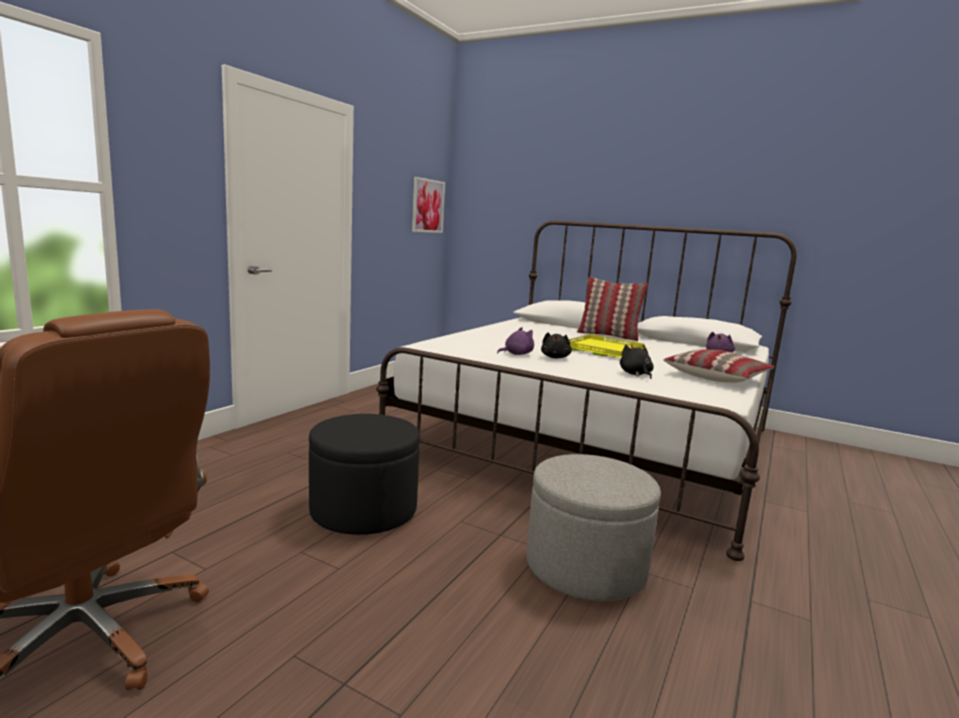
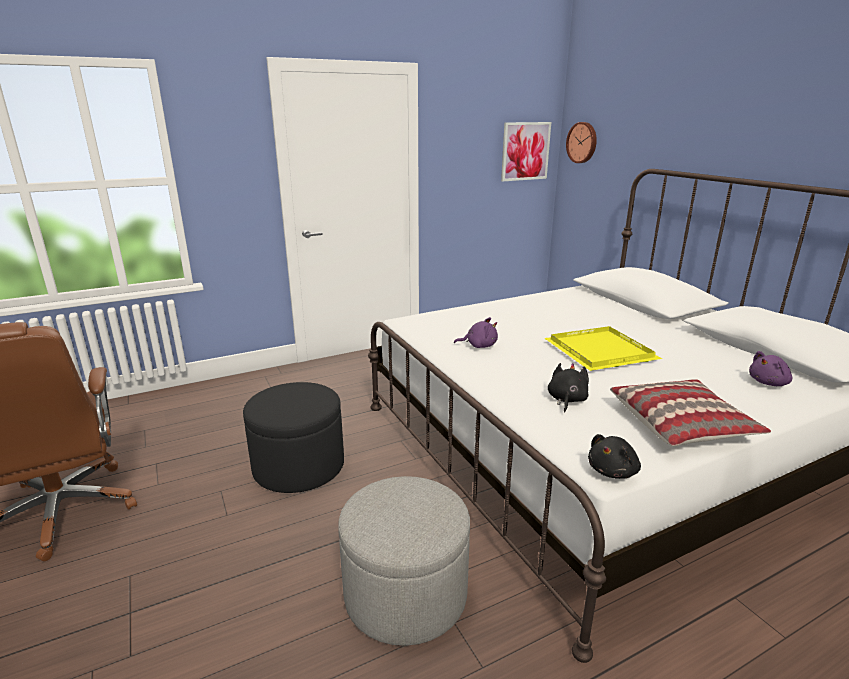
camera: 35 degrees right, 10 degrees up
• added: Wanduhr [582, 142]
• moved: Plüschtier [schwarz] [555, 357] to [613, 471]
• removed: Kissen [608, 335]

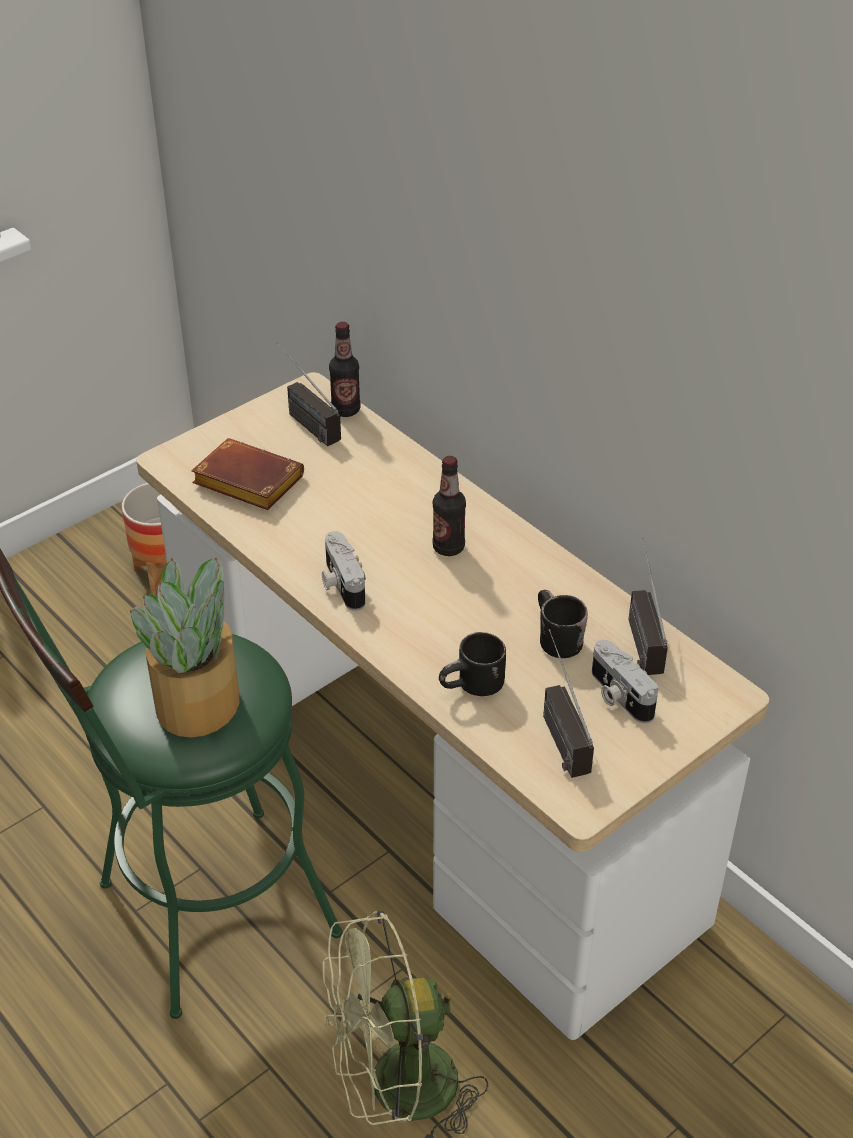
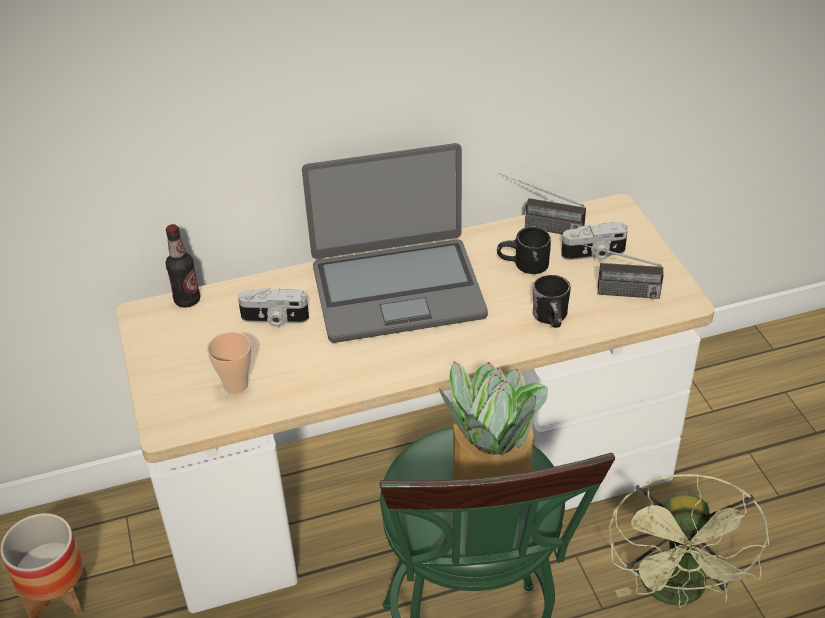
camera: 65 degrees left, 0 degrees up
• replaced: Buch [braun] [244, 482] to Tasse [236, 385]
• moved: Kamera [341, 584] to [274, 319]
• replaced: Flasche [448, 547] to Laptop [397, 290]
• removed: Radio [302, 419]

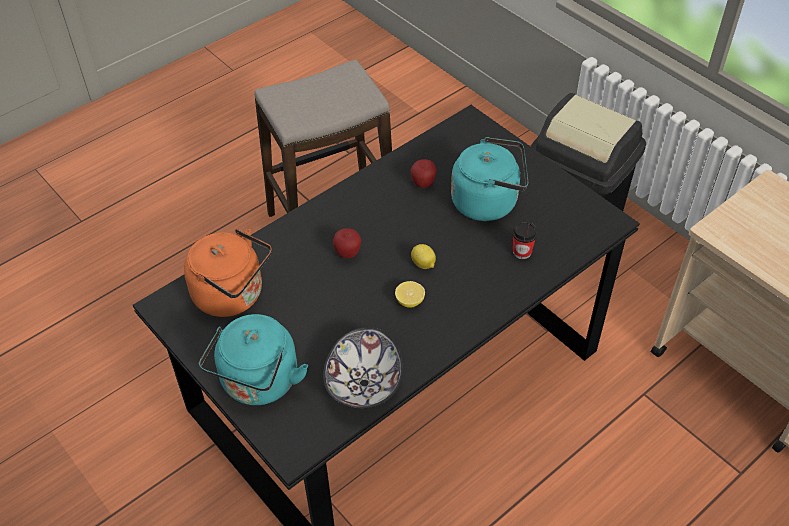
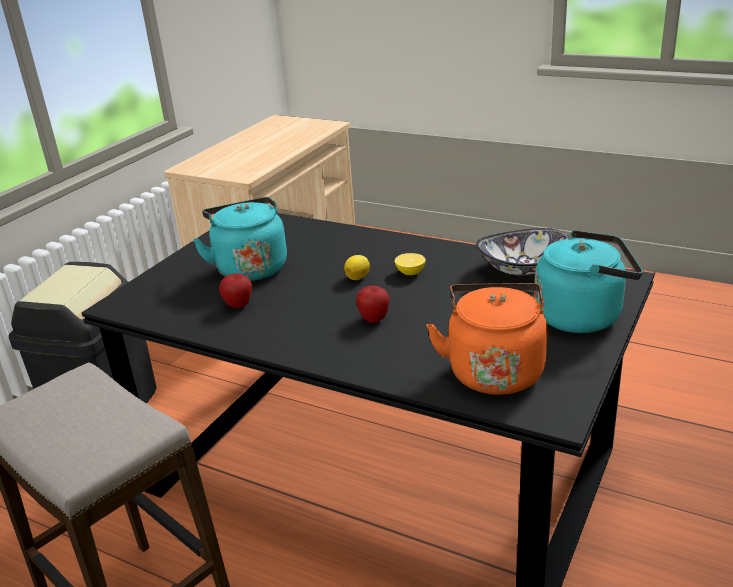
camera: 110 degrees left, 20 degrees down
• removed: Tasse [522, 252]

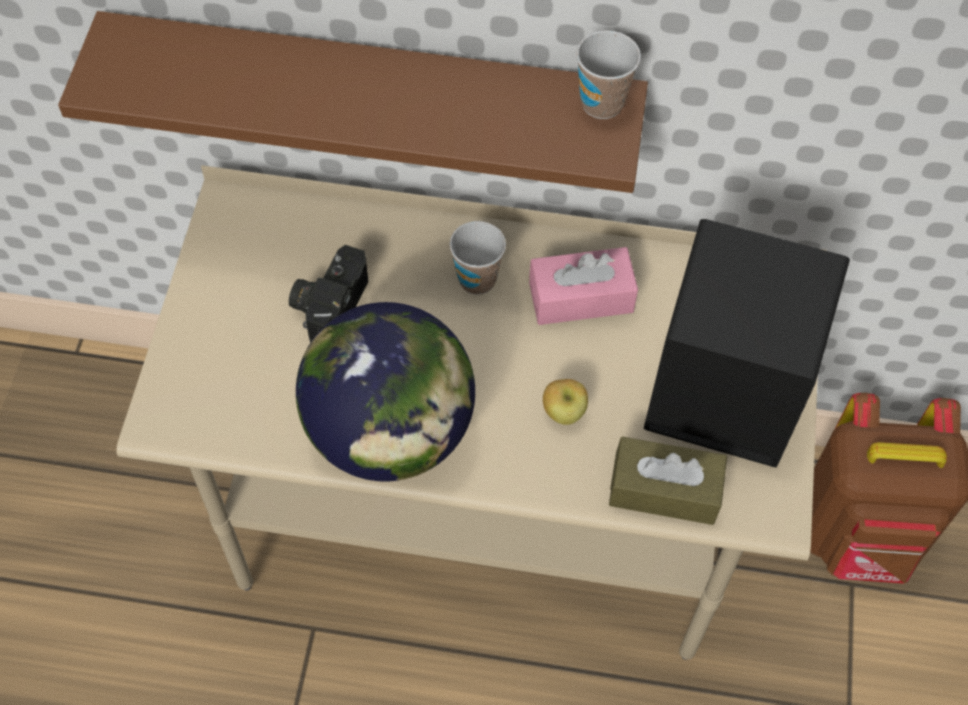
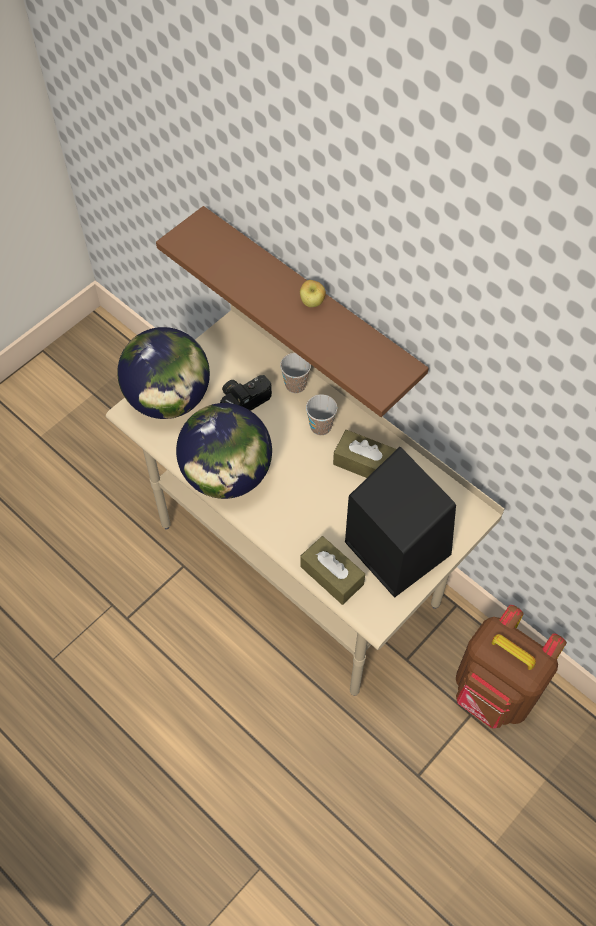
camera: 35 degrees right, 0 degrees up
• added: Globus [168, 399]
• moved: Tasse [602, 103] to [295, 385]
• moved: Apfel [564, 412] to [312, 302]
• recoloured: Taschentuchbox [rosa] [581, 297] to Taschentuchbox [braun] [364, 463]

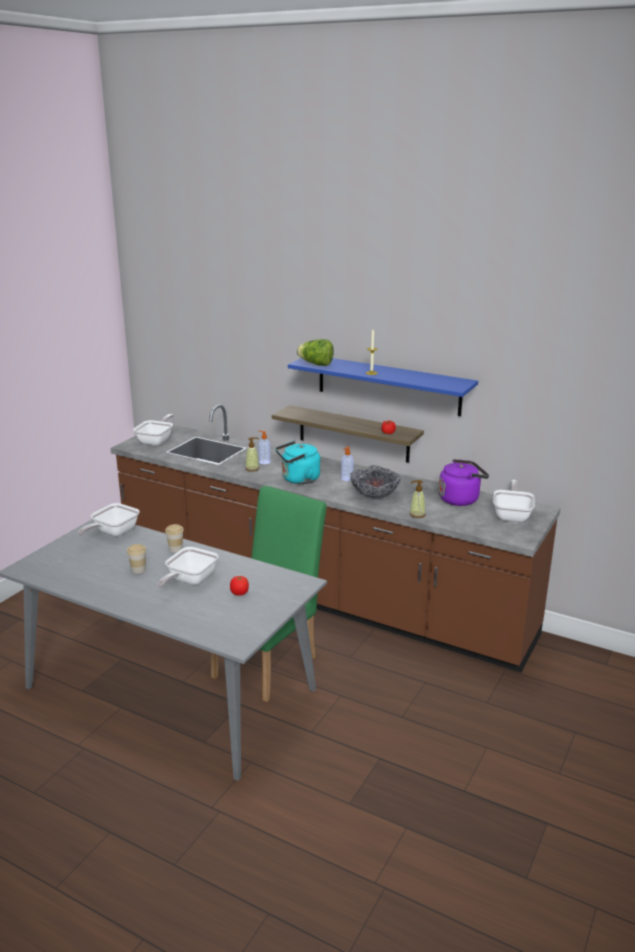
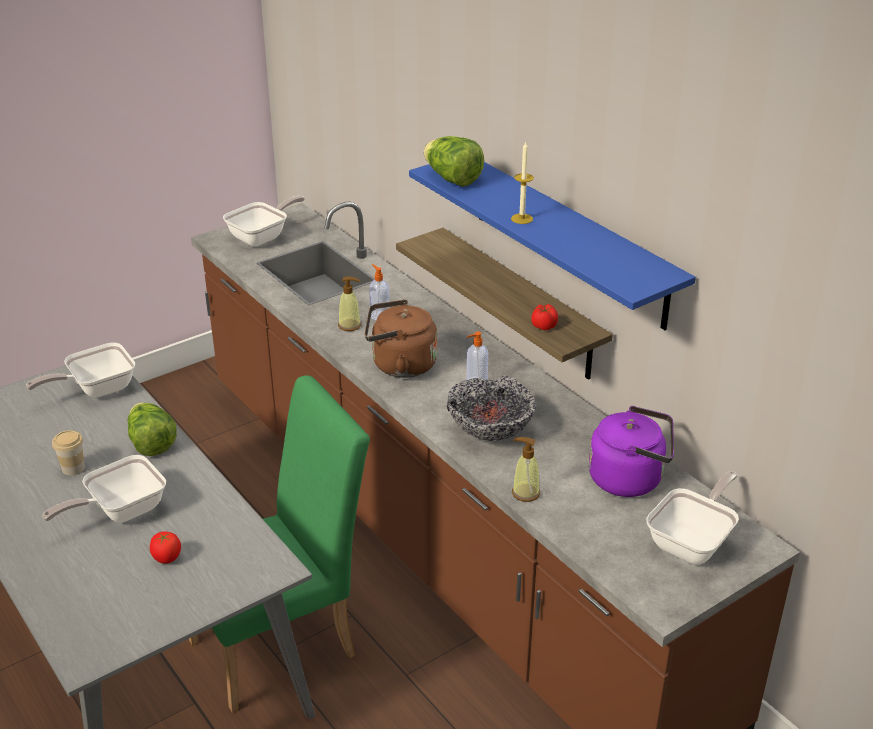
camera: 25 degrees right, 10 degrees up
• replaced: Tasse [175, 549] to Salatkopf [151, 444]
• recoloured: Wasserkessel [türkis] [298, 479] to Wasserkessel [braun] [399, 365]

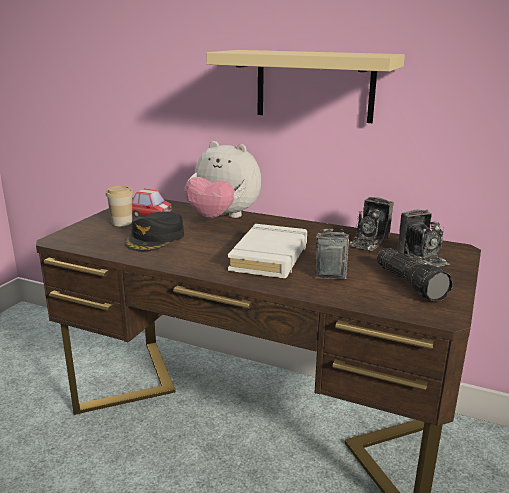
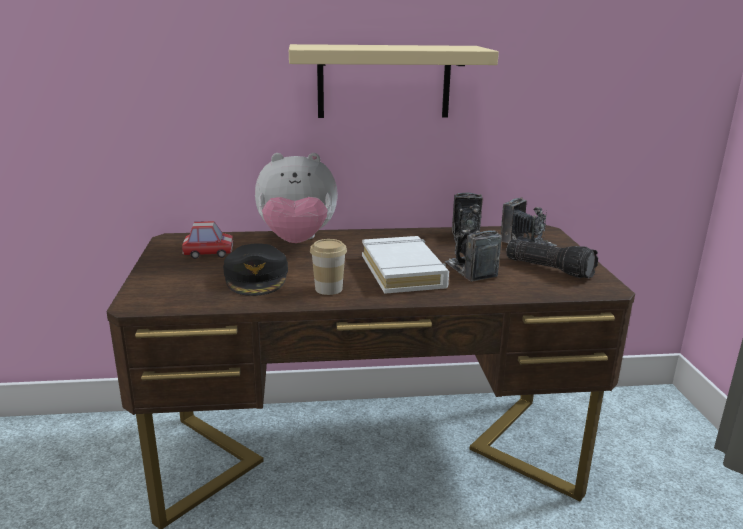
camera: 30 degrees left, 0 degrees up
• moved: Tasse [122, 223] to [328, 289]

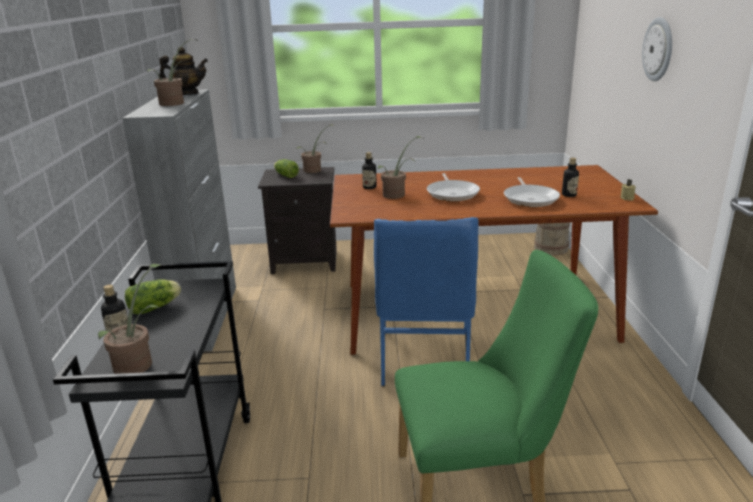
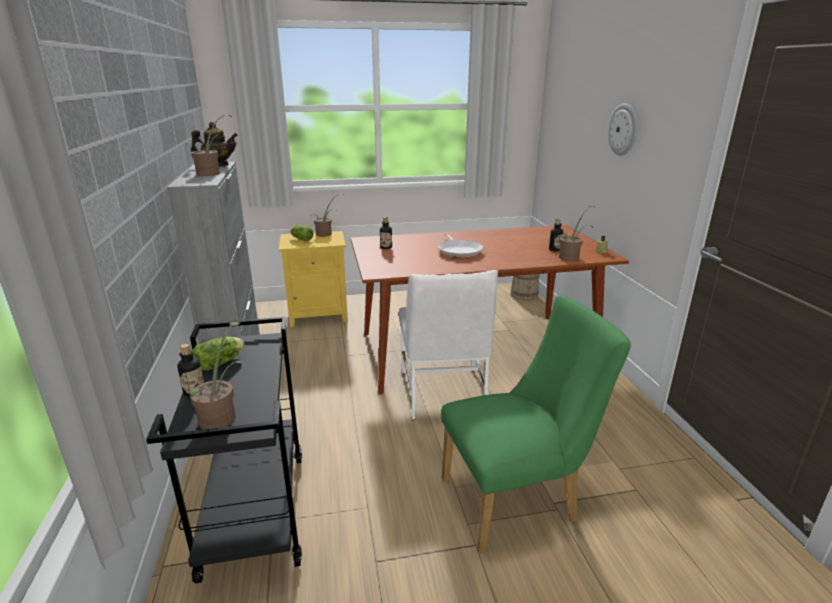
camera: 10 degrees left, 0 degrees up
• recoloured: Nachttisch [schwarz] [306, 261] to Nachttisch [gelb] [319, 314]
• recoloured: Stuhl [blau] [424, 358] to Stuhl [weiß] [443, 393]
• moved: Topfpflanze [397, 194] to [571, 257]
• removed: Pfanne [530, 198]

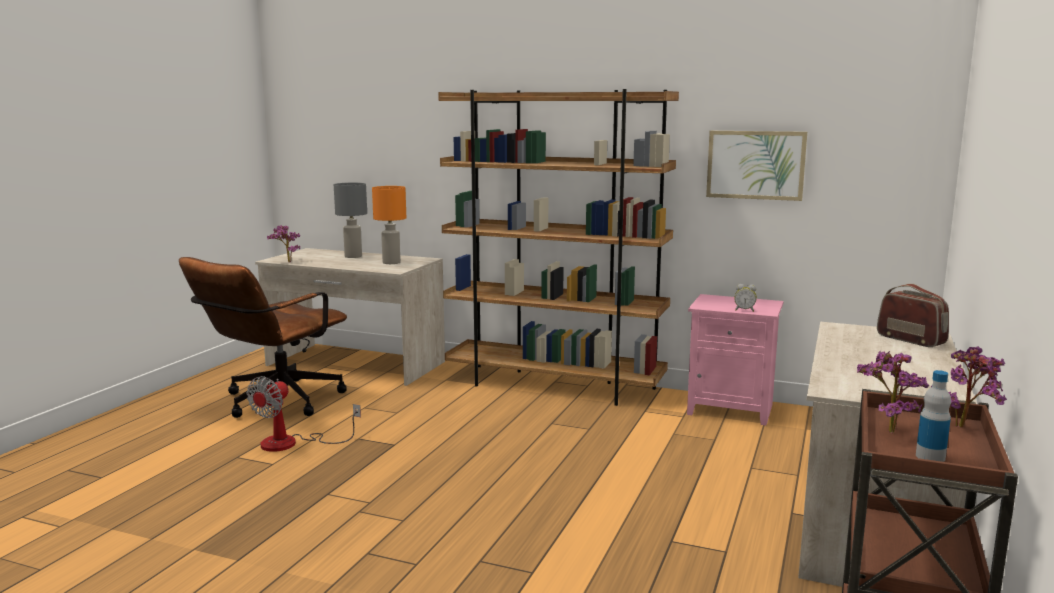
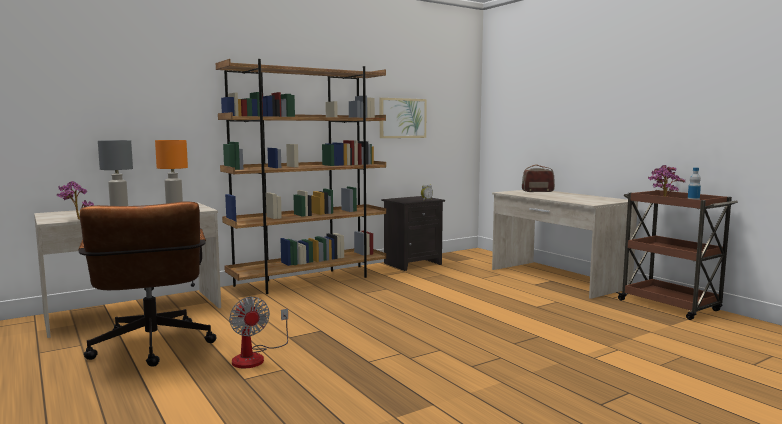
camera: 55 degrees left, 5 degrees down
• recoloured: Nachttisch [rosa] [732, 409] to Nachttisch [schwarz] [412, 263]

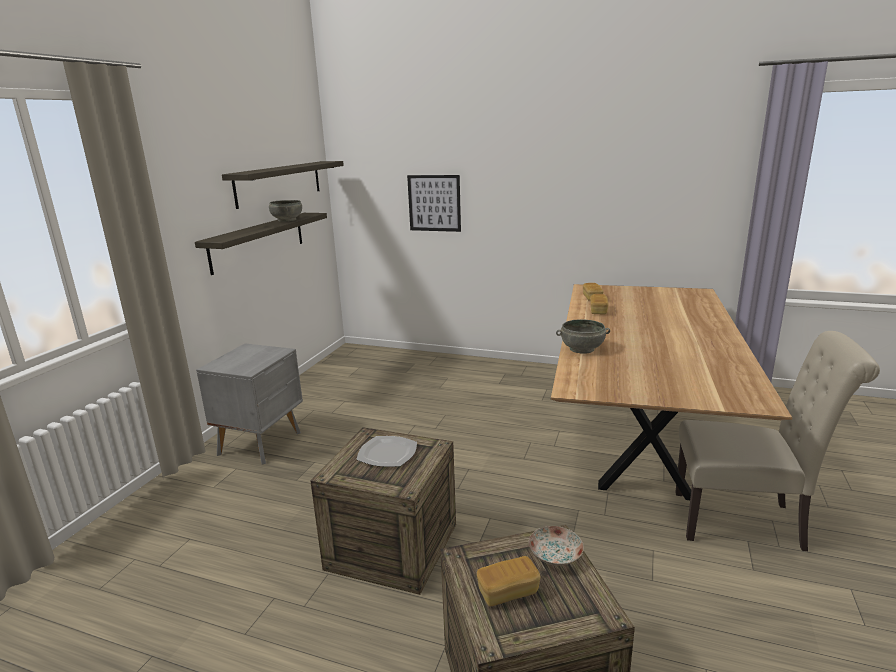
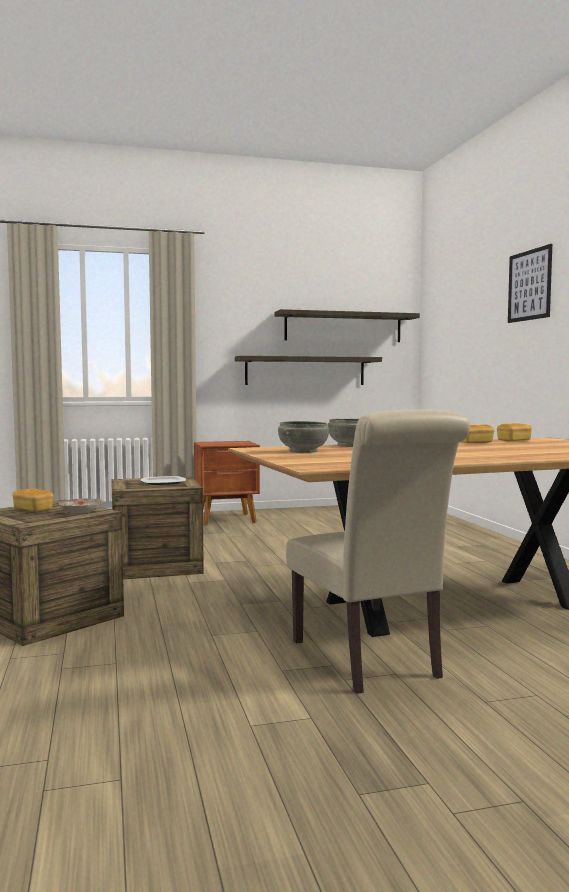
camera: 55 degrees right, 15 degrees down
• recoloured: Nachttisch [grau] [262, 443] to Nachttisch [braun] [227, 519]
• moved: Schüssel [grau] [286, 220] to [303, 451]
• moved: Bild [434, 203] to [529, 285]

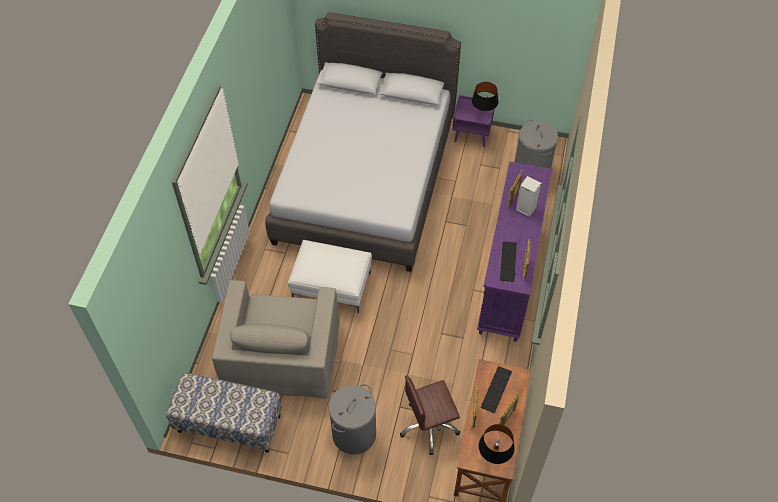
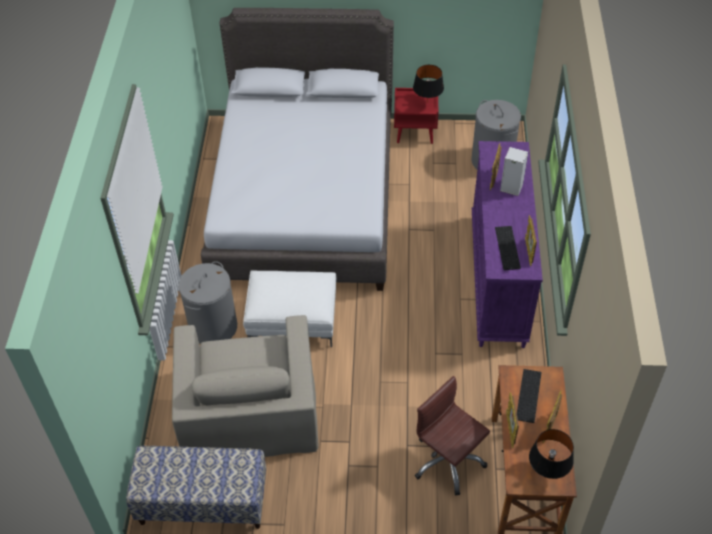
camera: 10 degrees left, 5 degrees down
• moved: Wäschekorb [grau] [354, 434] to [213, 327]
• recoloured: Nachttisch [lila] [472, 135] to Nachttisch [rot] [415, 133]
• turned: Bürostuhl [braun] [429, 426] = [448, 462] 75 degrees clockwise

